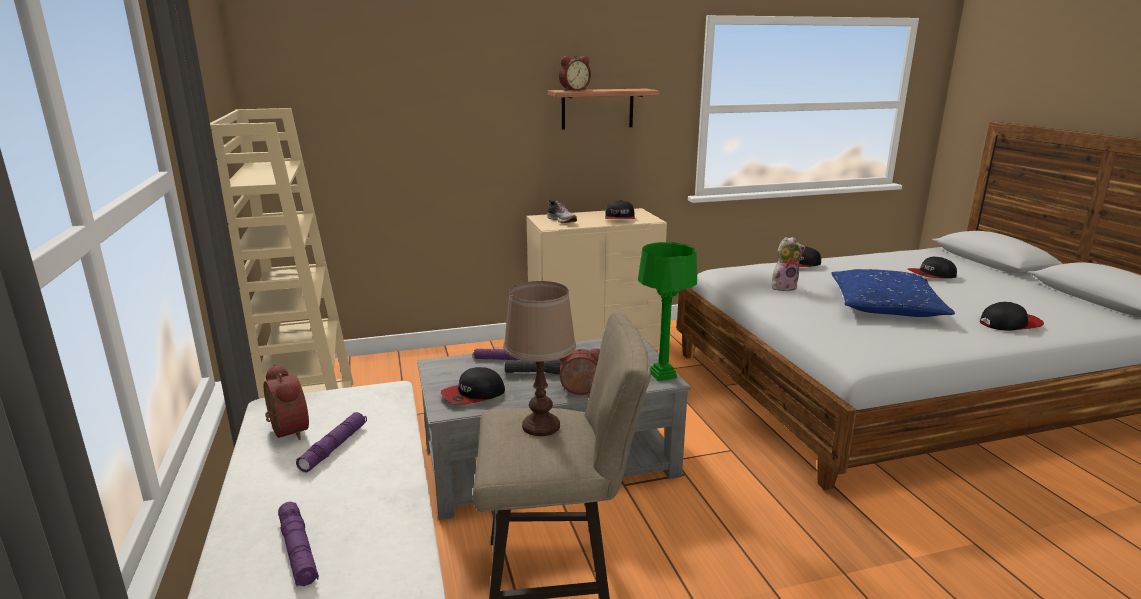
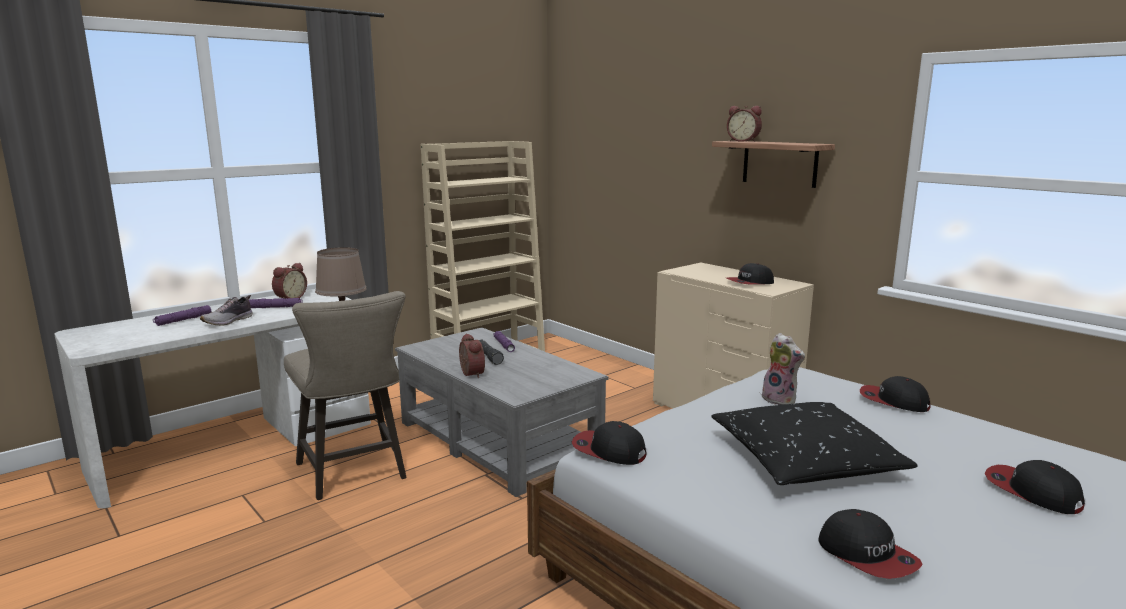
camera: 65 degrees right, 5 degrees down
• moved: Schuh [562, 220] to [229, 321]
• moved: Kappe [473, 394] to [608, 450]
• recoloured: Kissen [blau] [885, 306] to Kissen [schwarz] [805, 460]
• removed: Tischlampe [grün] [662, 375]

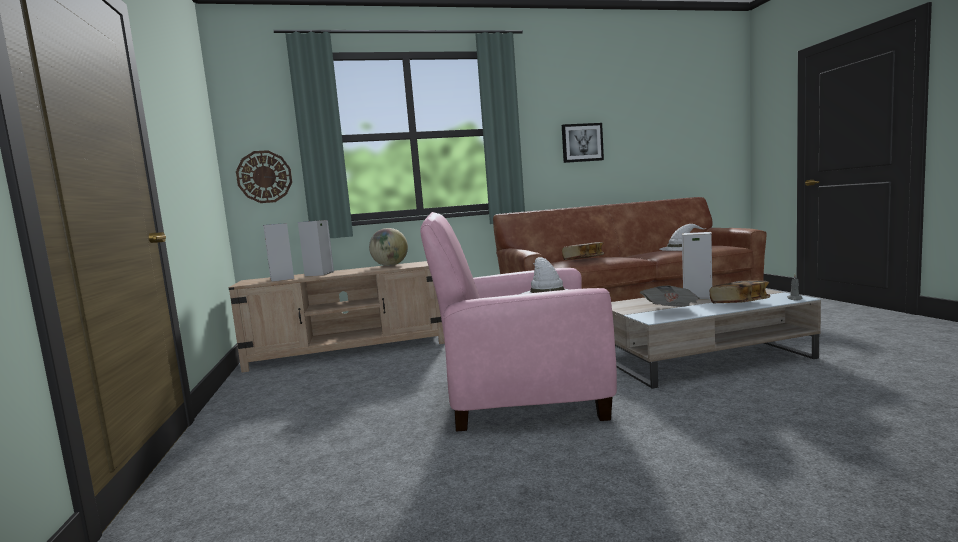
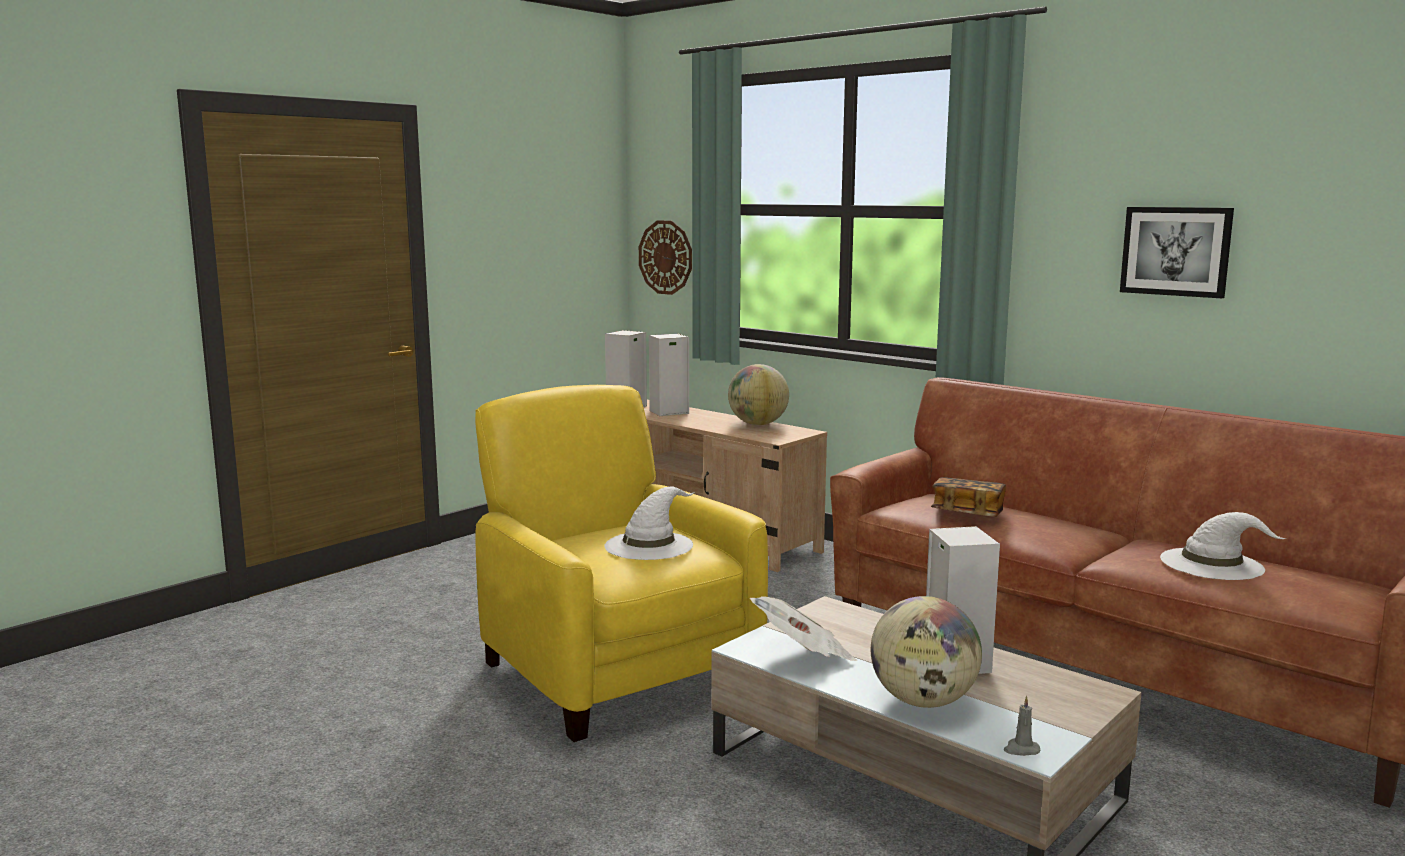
camera: 55 degrees right, 5 degrees up
• recoloured: Sessel [rosa] [522, 395] to Sessel [gelb] [617, 671]
• replaced: Buch [739, 303] to Globus [923, 701]

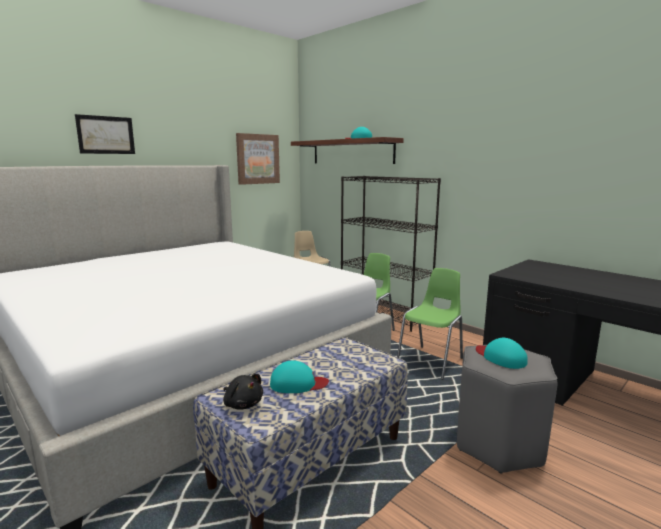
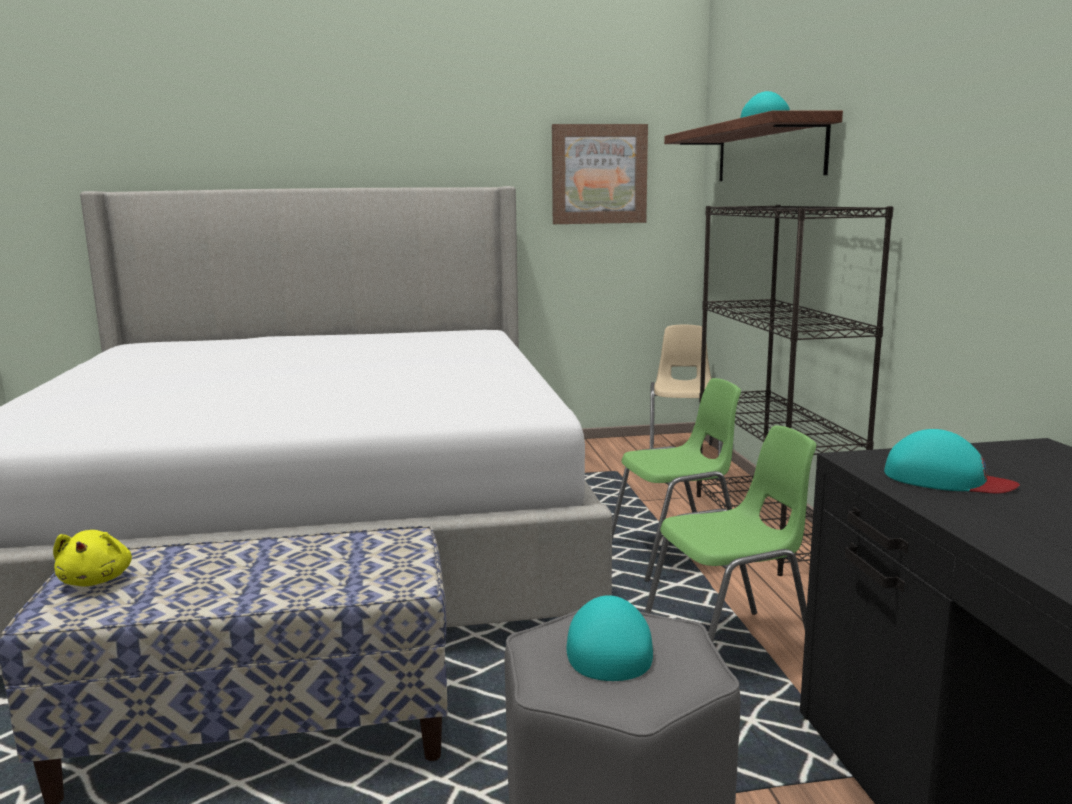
camera: 35 degrees right, 0 degrees up
• recoloured: Plüschtier [schwarz] [243, 404] to Plüschtier [gelb] [97, 580]
• moved: Kappe [türkis] [298, 383] to [946, 479]
• removed: Bild [106, 135]

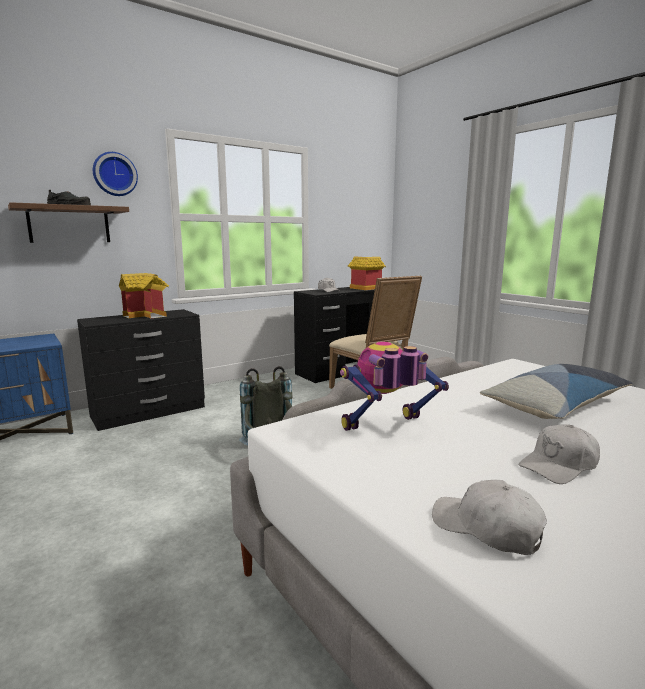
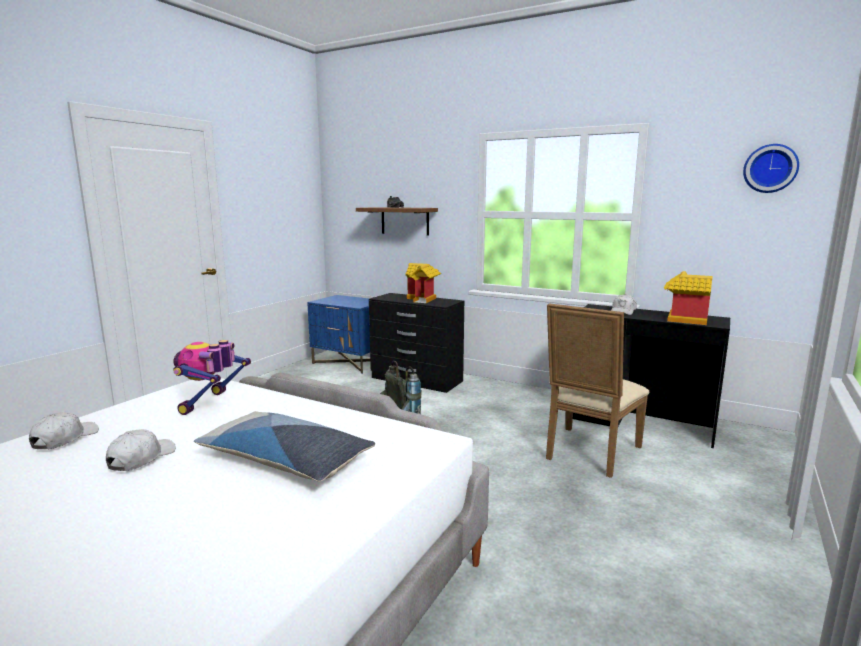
camera: 65 degrees right, 0 degrees up
• turned: Kappe [weiß] [559, 465] = [141, 458] 75 degrees clockwise
• turned: Spielzeugroboter [386, 428] = [211, 404] 120 degrees counterclockwise
• moved: Wanduhr [114, 174] to [770, 168]

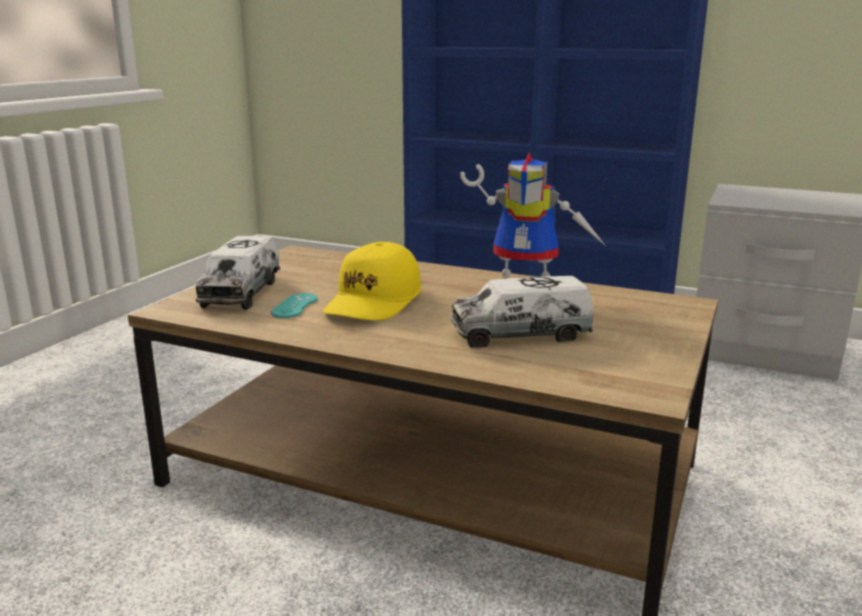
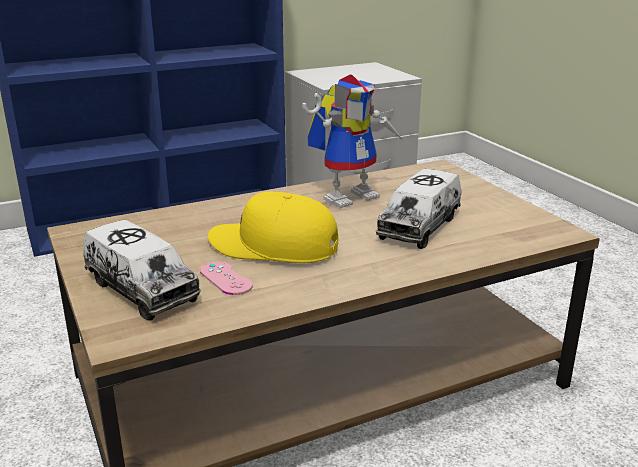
camera: 50 degrees left, 5 degrees up
• recoloured: Gamepad [türkis] [295, 306] to Gamepad [rosa] [226, 278]
• turned: Kappe [gelb] [374, 302] = [273, 246] 135 degrees clockwise

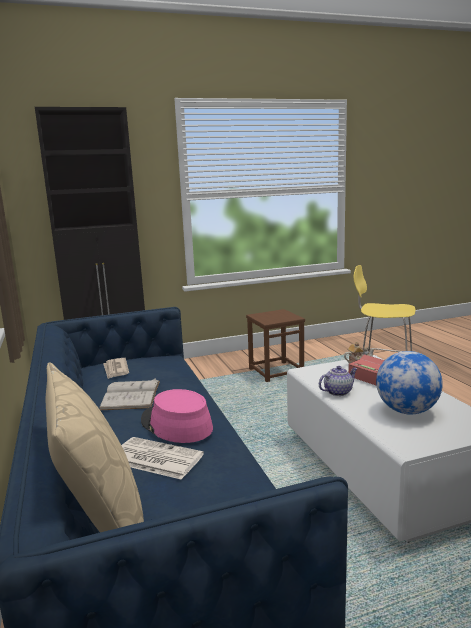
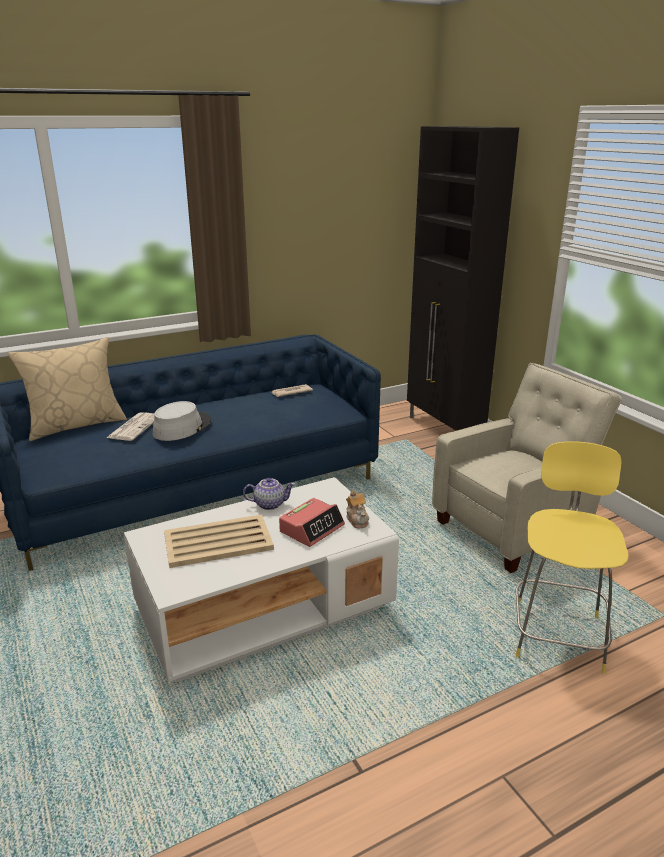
camera: 80 degrees right, 10 degrees up
• recoloured: Hut [rosa] [176, 424] to Hut [grau] [182, 427]
• replaced: Globus [406, 411] to Tablett [beige] [219, 542]
• turned: Teekanne [338, 392] = [270, 504] 60 degrees counterclockwise
• replaced: Hocker [braun] [276, 371] to Sessel [beige] [515, 528]
• removed: Buch [weiß] [131, 395]

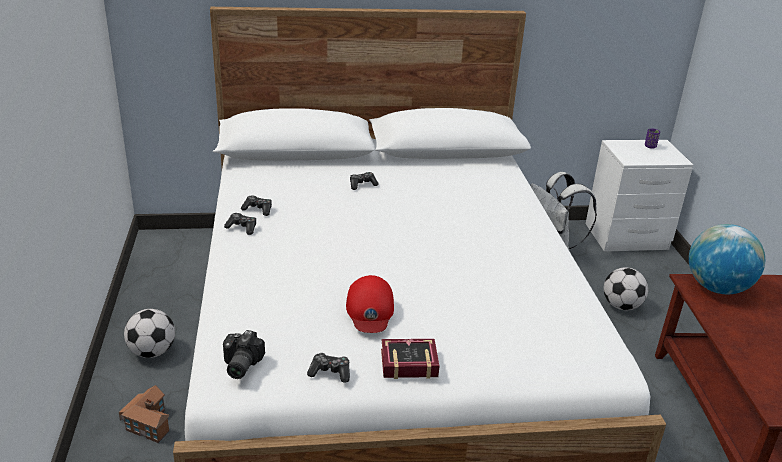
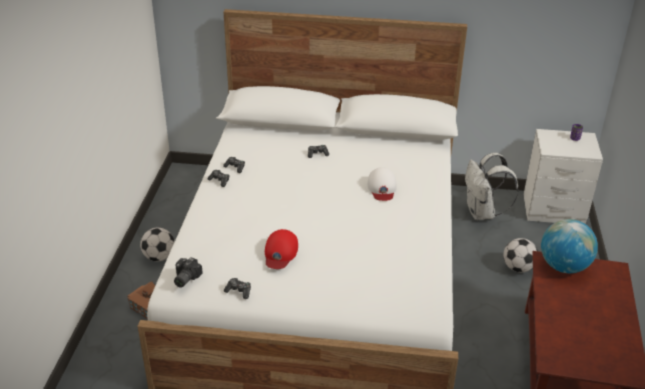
camera: 15 degrees right, 5 degrees up
• added: Kappe [weiß] [382, 188]
• removed: Buch [406, 362]

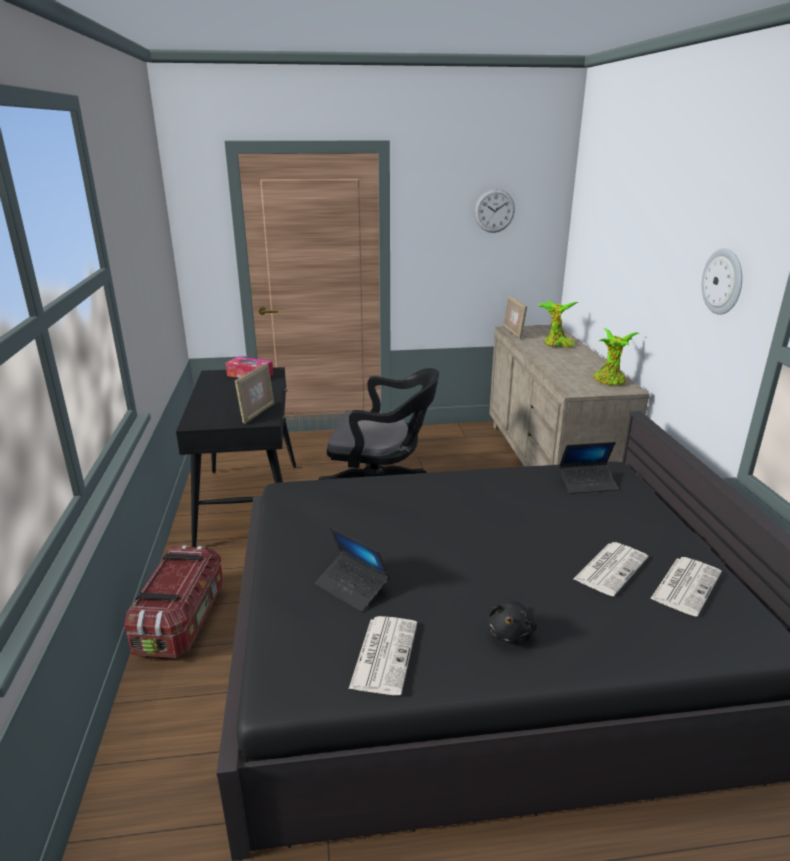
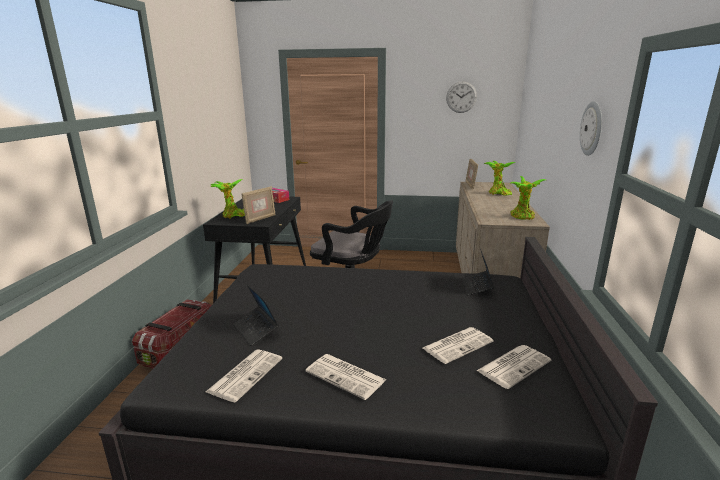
camera: 15 degrees right, 5 degrees down
• added: Topfpflanze [233, 216]
• replaced: Plüschtier [schwarz] [511, 633] to Zeitung [347, 376]
• turned: Laptop [587, 483] = [477, 287] 90 degrees clockwise

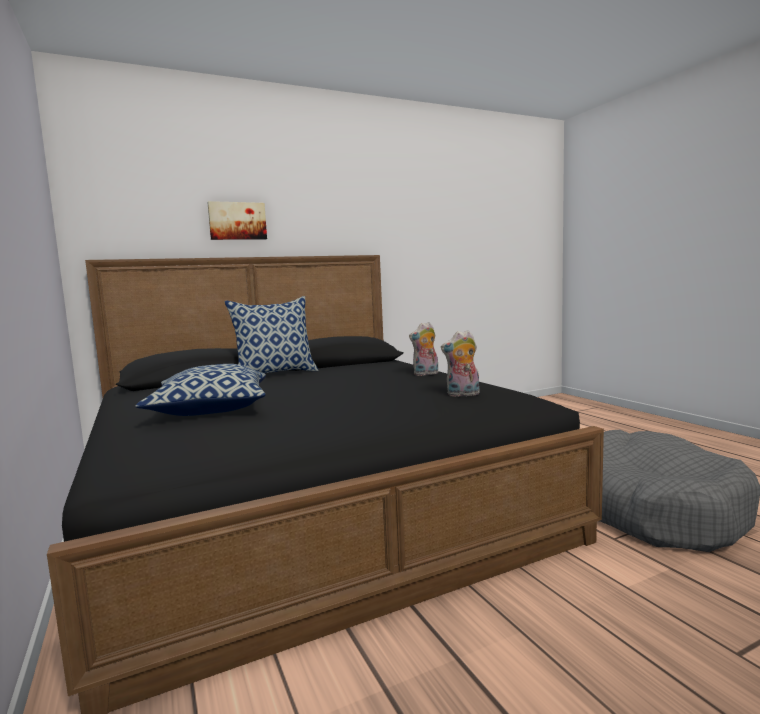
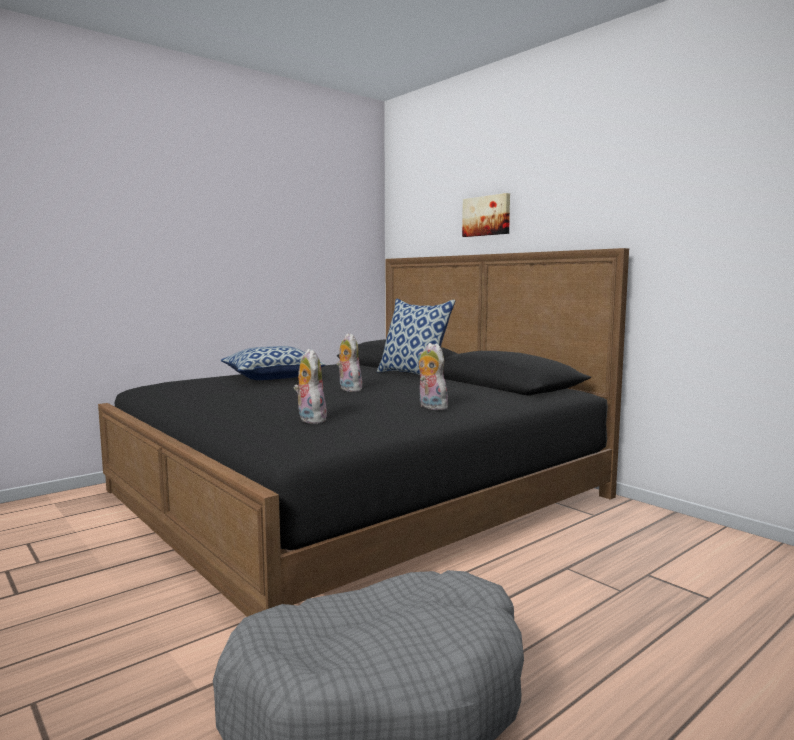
camera: 75 degrees right, 0 degrees up
• added: Plüschtier [348, 389]

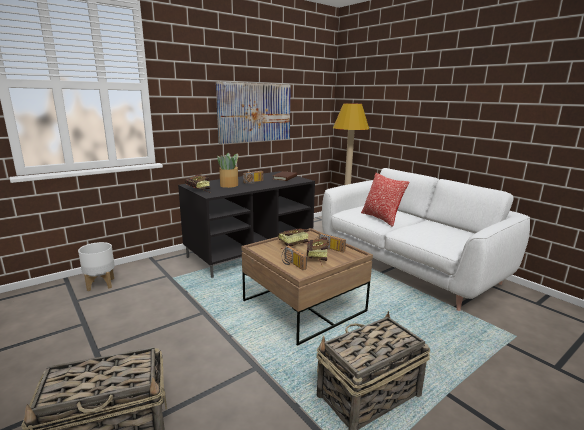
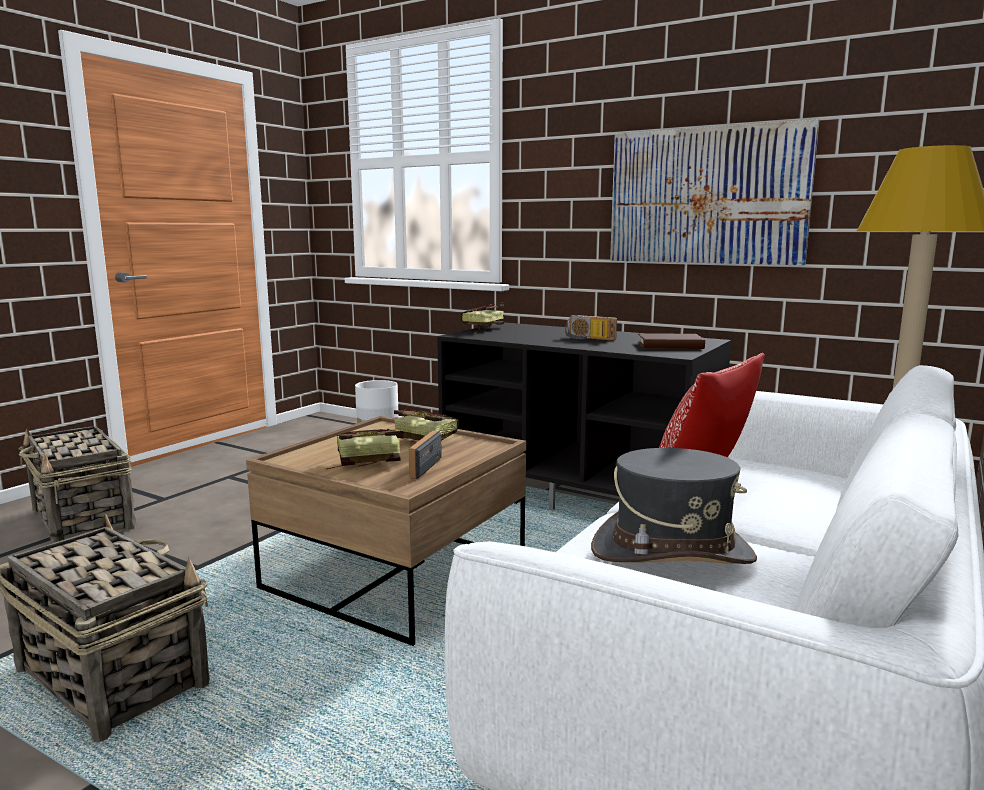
camera: 70 degrees right, 5 degrees down
• added: Hut [grau] [672, 552]
• removed: Topfpflanze [229, 185]
• removed: Radio [292, 264]

